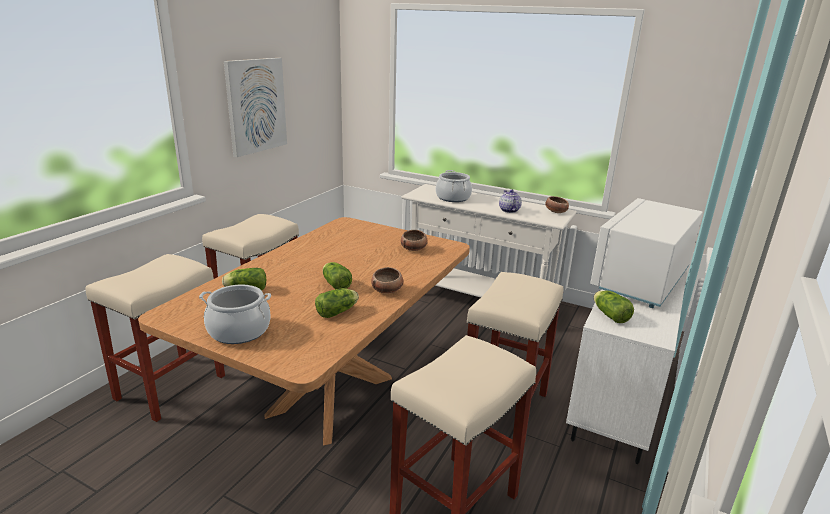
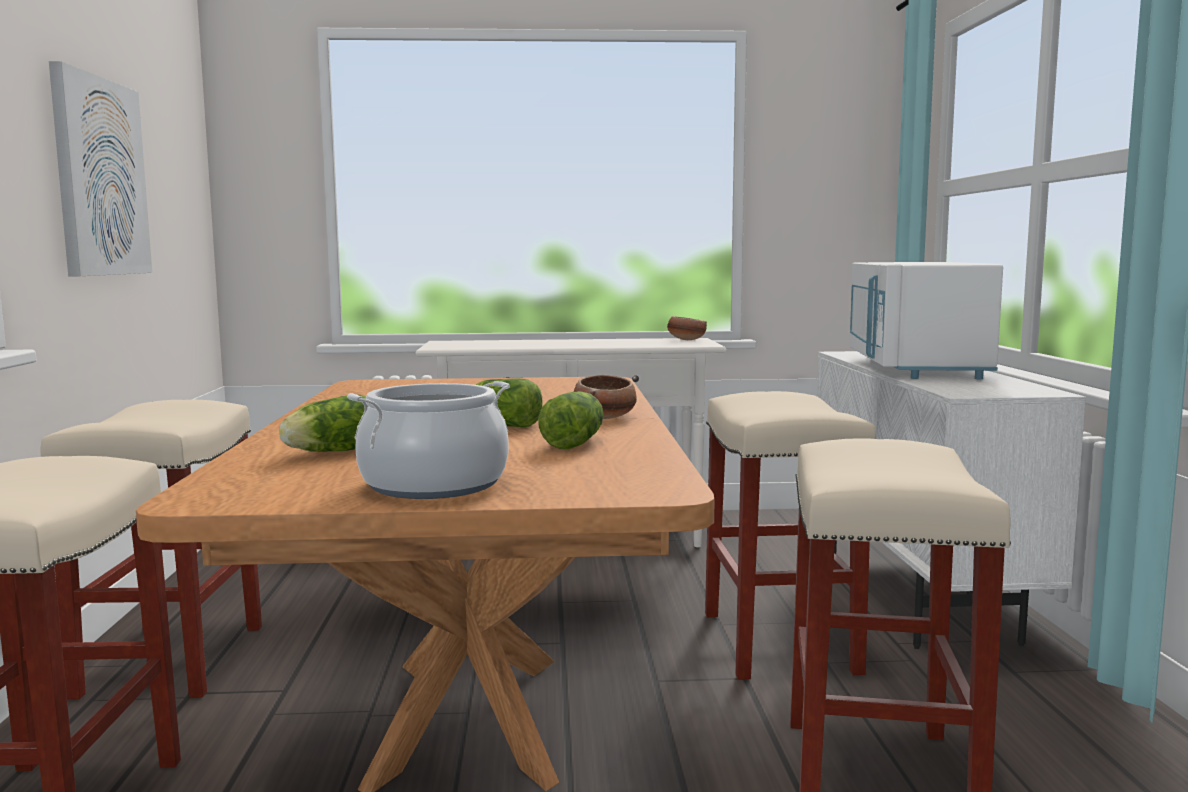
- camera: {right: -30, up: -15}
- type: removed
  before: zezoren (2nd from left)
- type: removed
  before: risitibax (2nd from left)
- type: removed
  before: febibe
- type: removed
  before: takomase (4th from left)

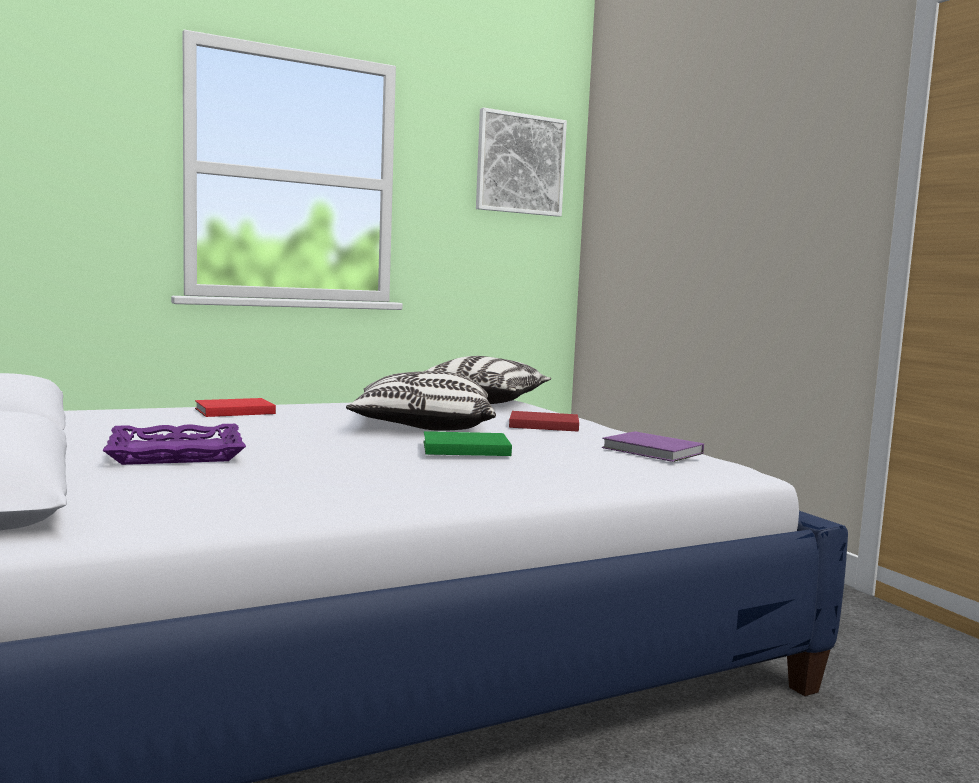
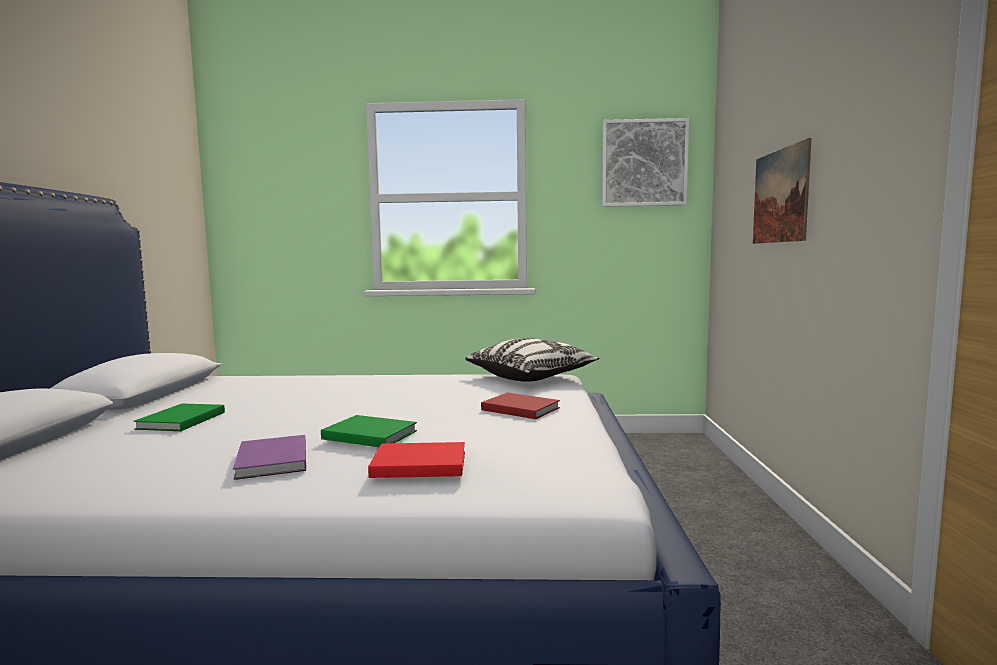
- camera: {right: 30, up: 0}
- type: replaced
  before: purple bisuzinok
  after: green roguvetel (1st from left)
- type: moved
  before: purple roguvetel
- type: moved
  before: red roguvetel (1st from left)
- type: added
  after: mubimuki (2nd from left)
- type: removed
  before: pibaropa (1st from left)

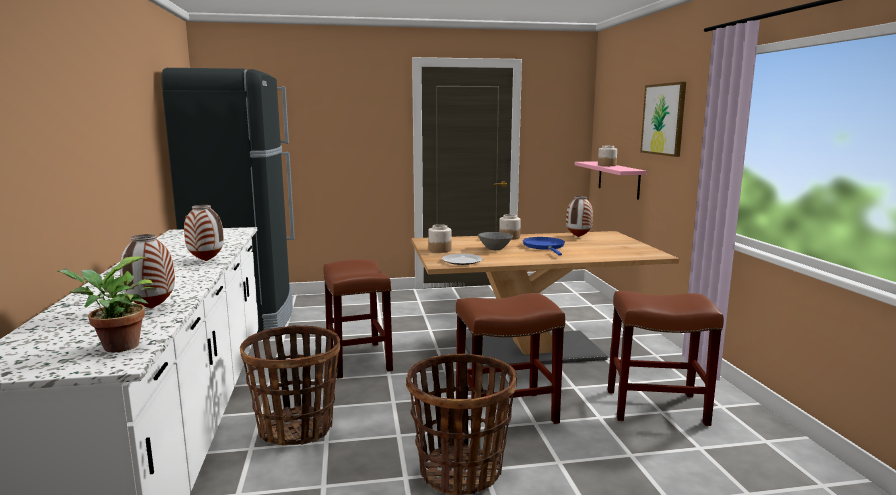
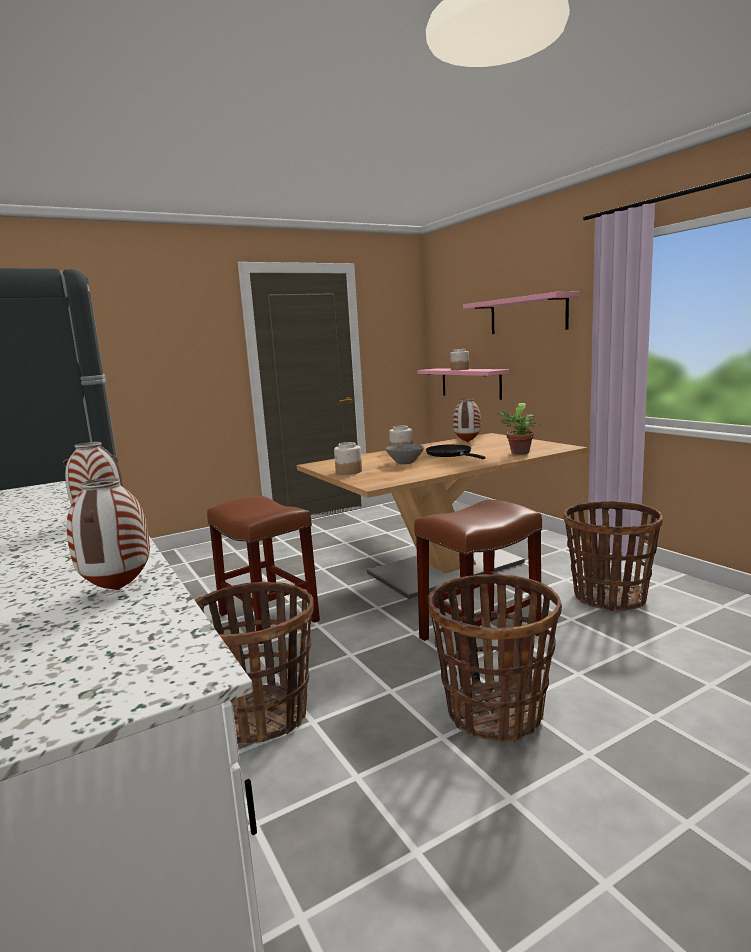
- camera: {right: -20, up: 0}
- type: recoloured
  before: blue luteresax
  after: black luteresax
- type: replaced
  before: mubimuki
  after: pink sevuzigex (2nd from left)
- type: moved
  before: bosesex
- type: replaced
  before: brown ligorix (3rd from left)
  after: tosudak (3rd from left)
- type: removed
  before: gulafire

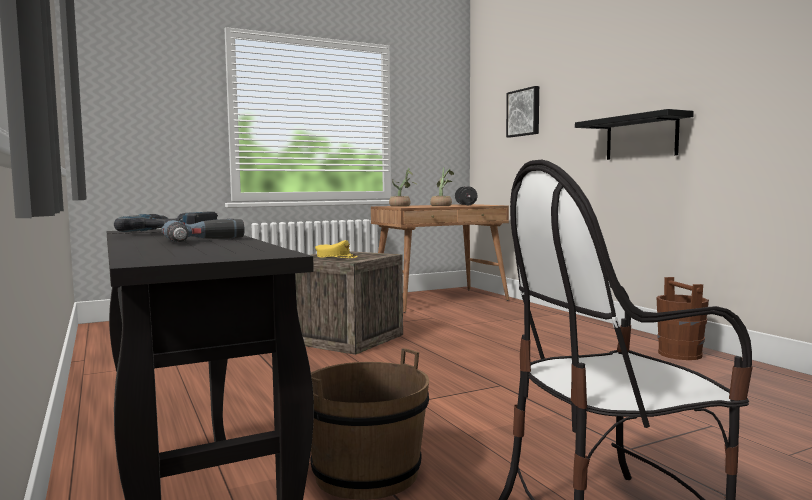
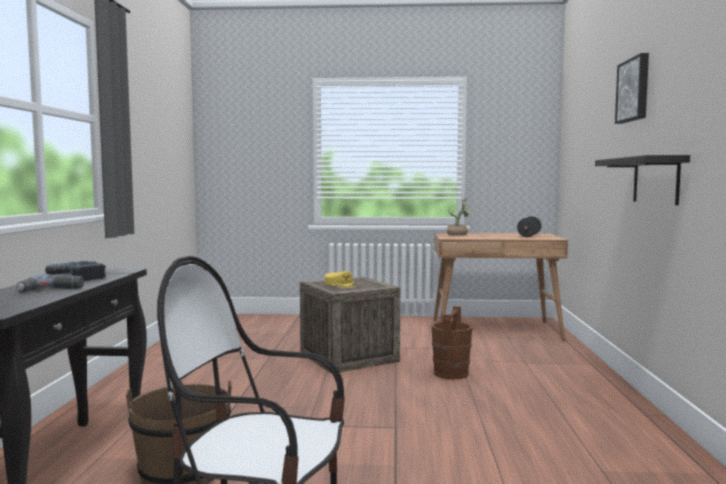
- camera: {right: 30, up: 0}
- type: moved
  before: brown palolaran (2nd from left)
- type: moved
  before: mubimuki
- type: removed
  before: bosesex (2nd from left)

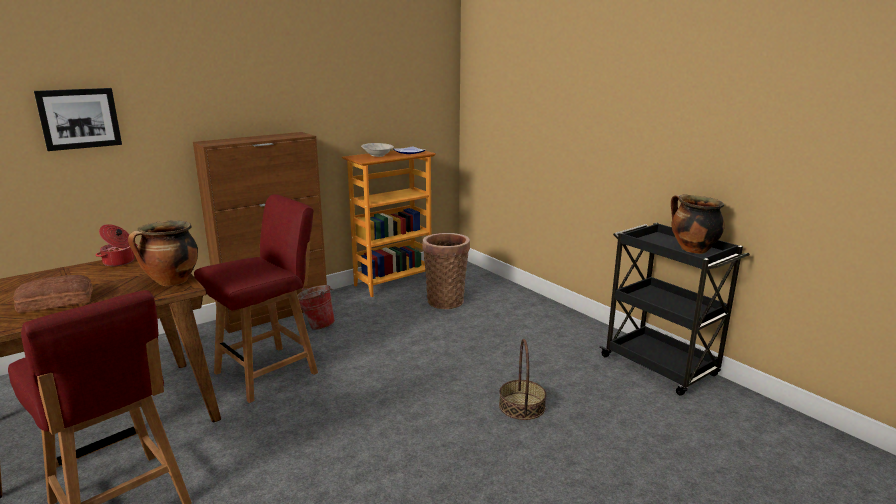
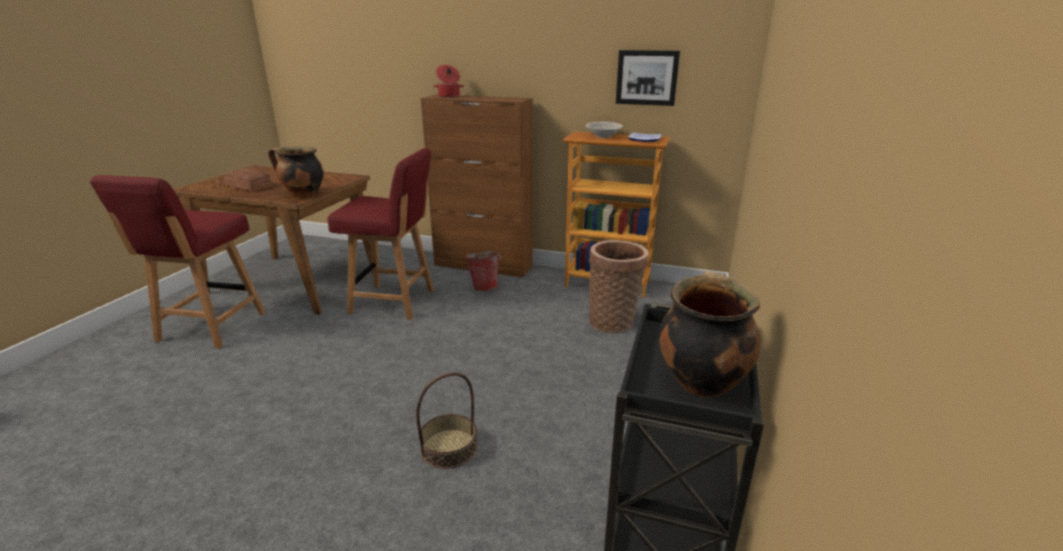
- camera: {right: 55, up: 5}
- type: moved
  before: risitibax (1st from left in the first image)
  after: risitibax (2nd from left)
- type: moved
  before: mubimuki

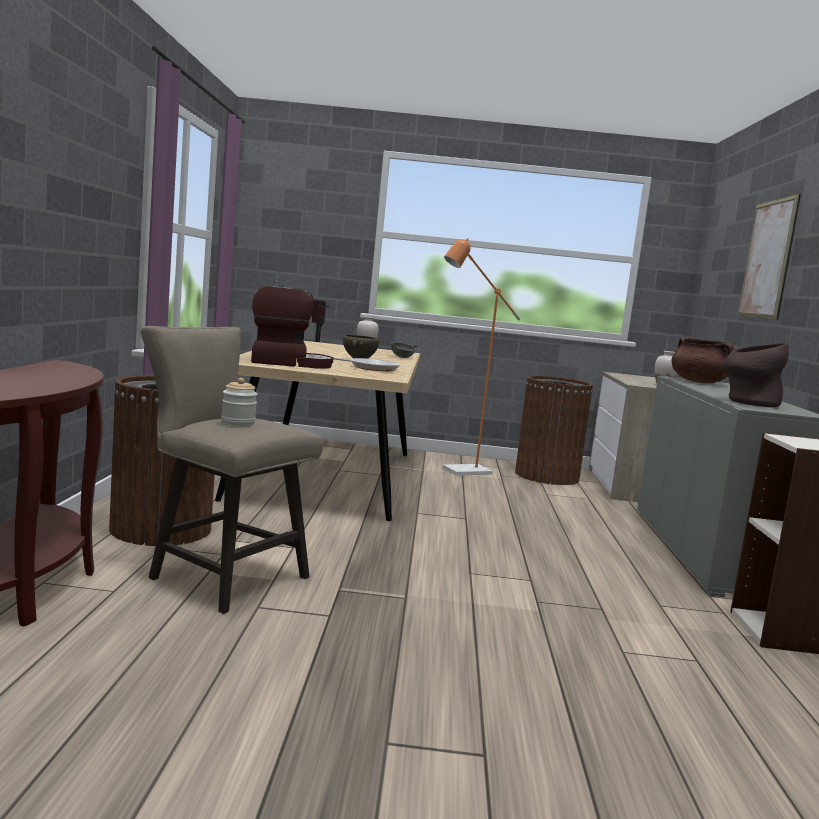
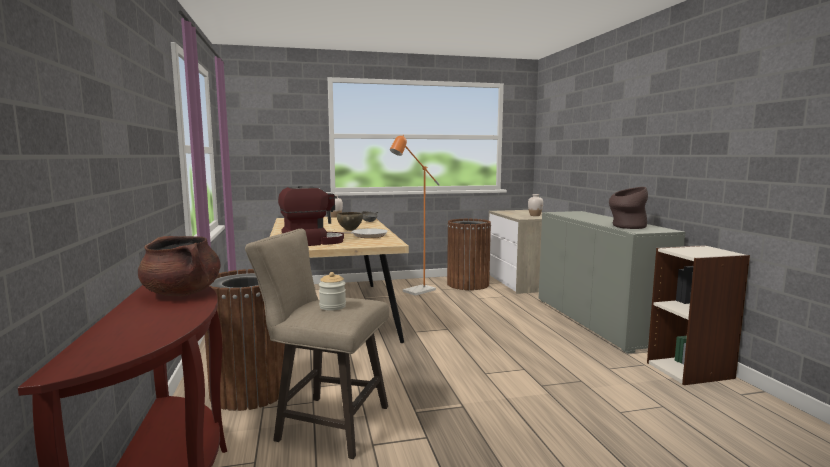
- camera: {right: -15, up: 0}
- type: moved
  before: brown risitibax
- type: removed
  before: mubimuki

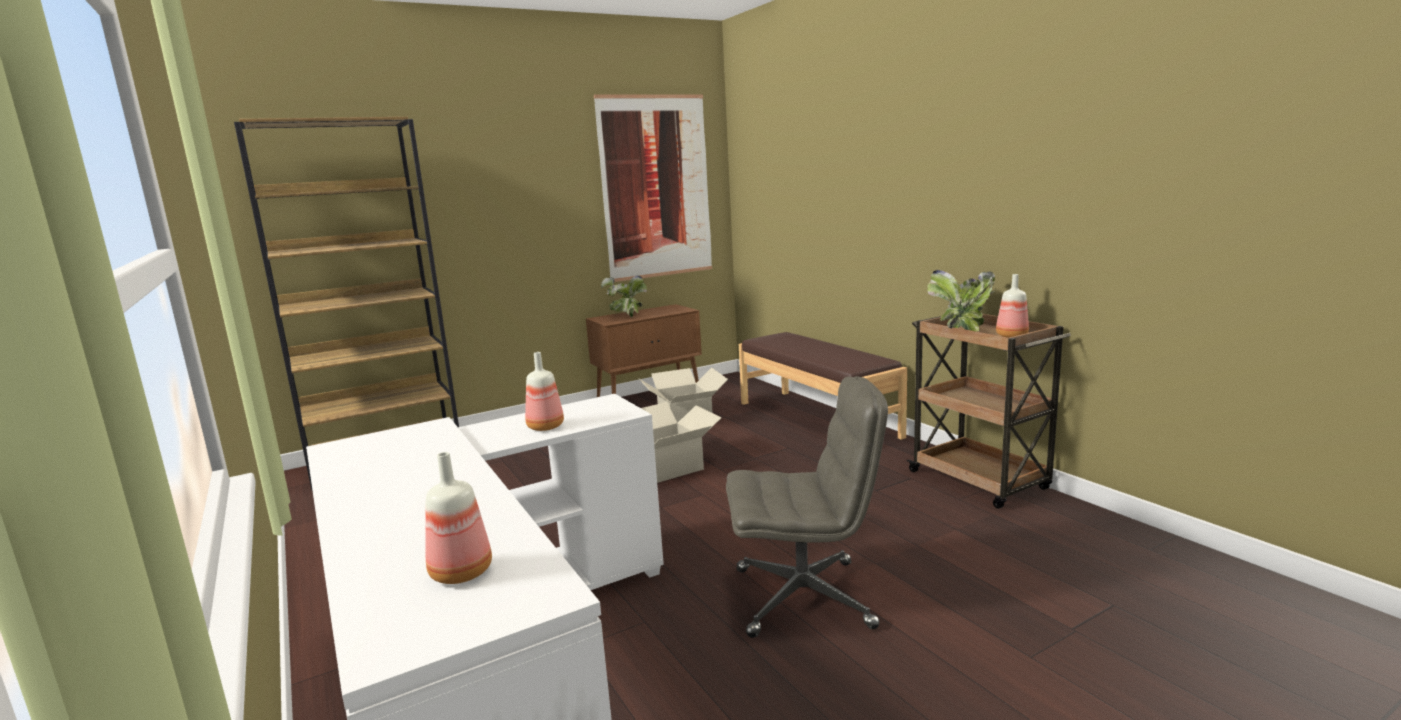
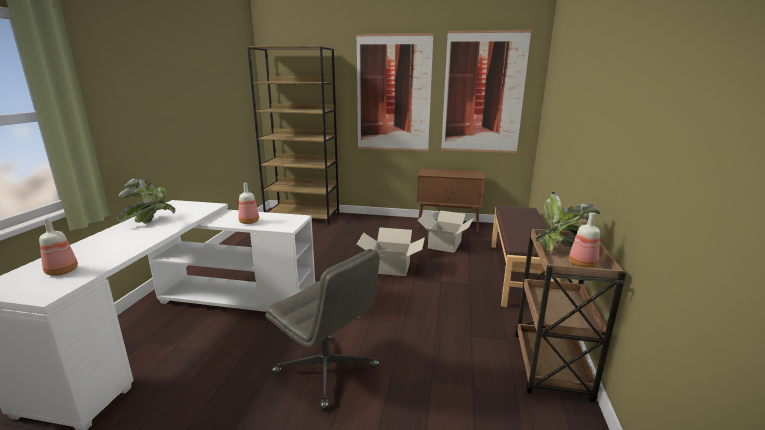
- camera: {right: 40, up: 5}
- type: moved
  before: bosesex (1st from left)
- type: added
  after: mubimuki (1st from left)

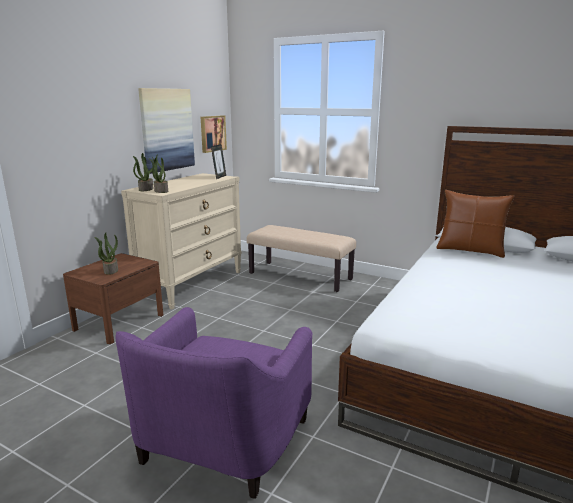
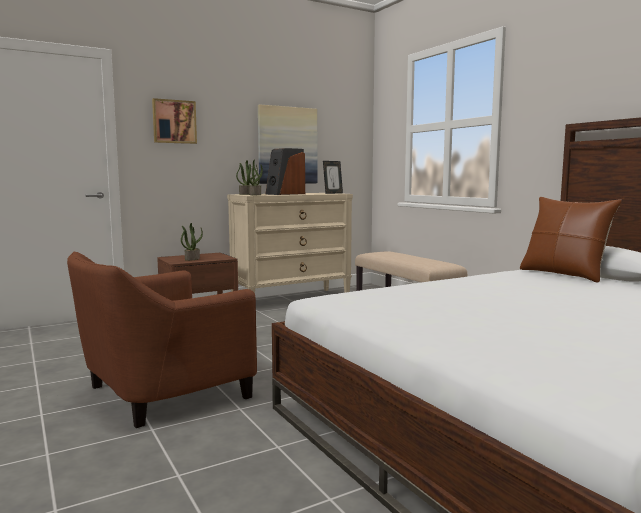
- camera: {right: 30, up: -10}
- type: recoloured
  before: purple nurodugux
  after: brown nurodugux
- type: moved
  before: mubimuki (2nd from left in the first image)
  after: mubimuki (1st from left)
- type: added
  after: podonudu

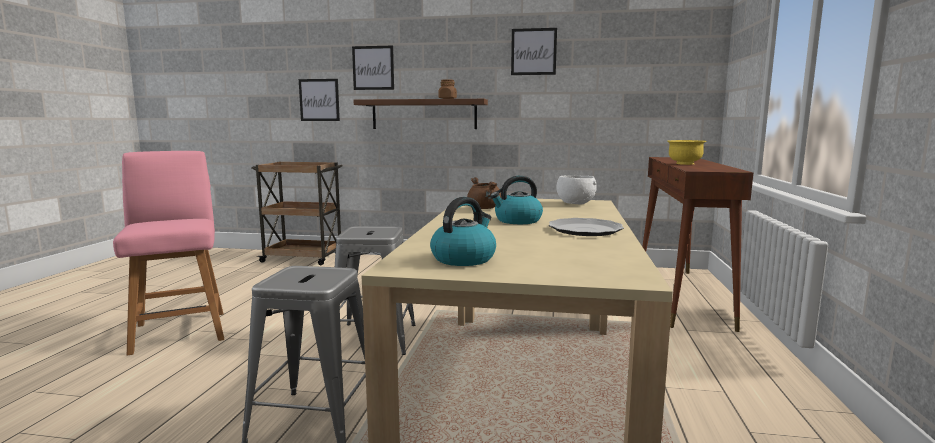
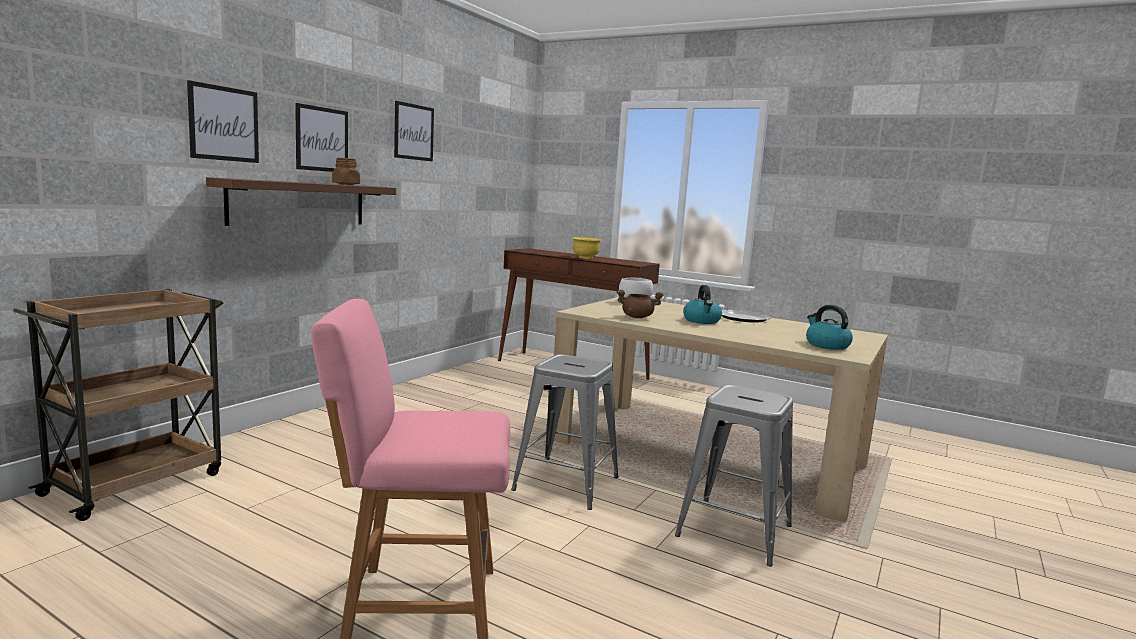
- camera: {right: -70, up: 0}
- type: moved
  before: mubimuki (1st from left in the first image)
  after: mubimuki (2nd from left)

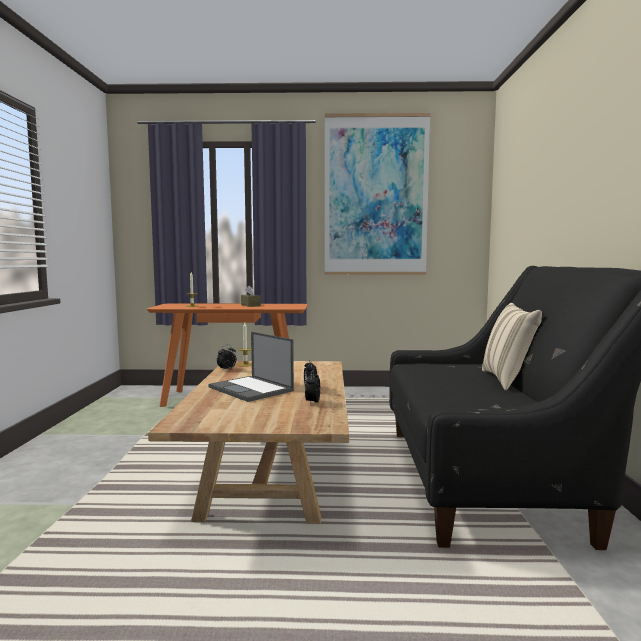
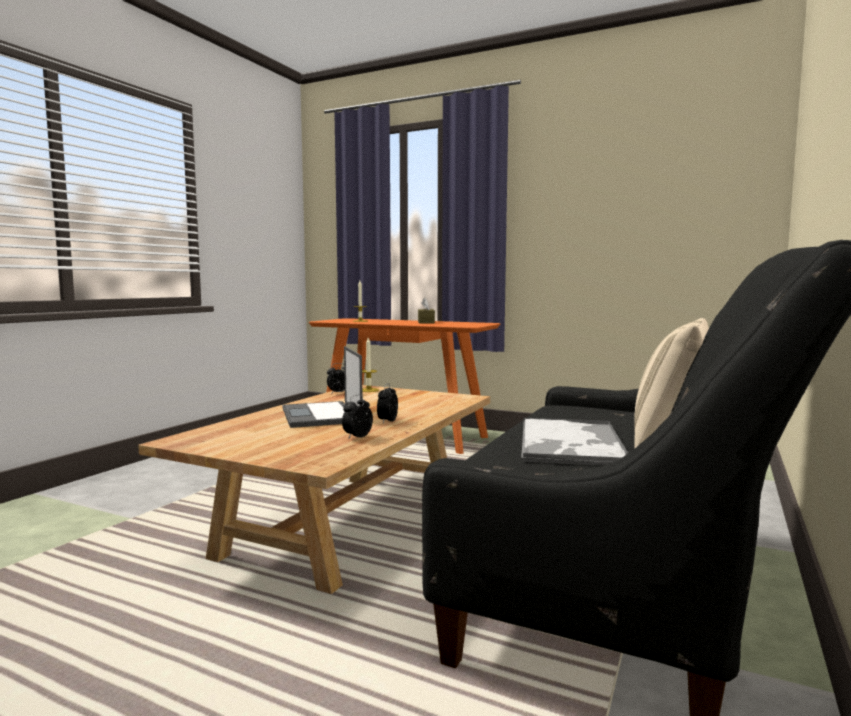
- camera: {right: 25, up: 0}
- type: added
  after: bisuzinok
- type: removed
  before: mubimuki

